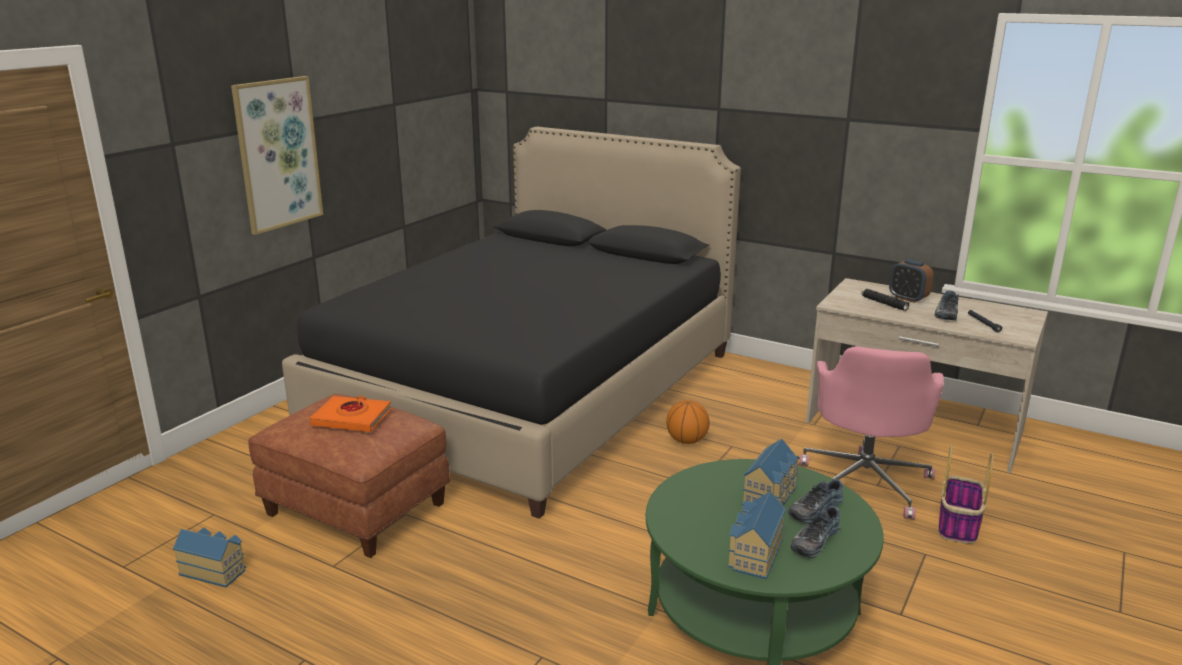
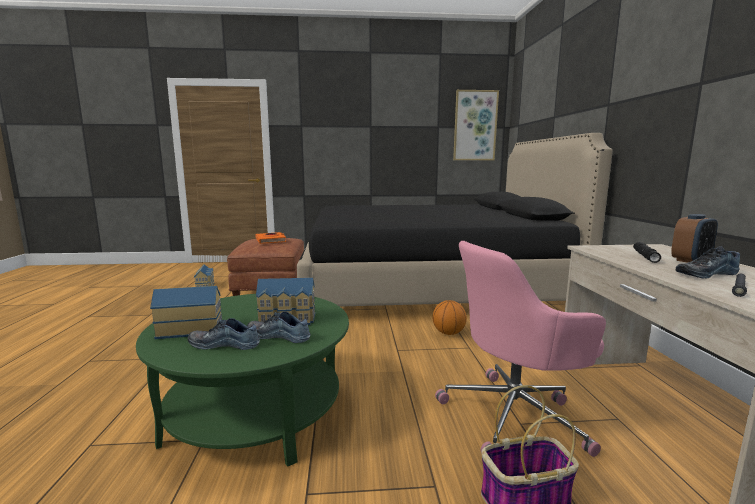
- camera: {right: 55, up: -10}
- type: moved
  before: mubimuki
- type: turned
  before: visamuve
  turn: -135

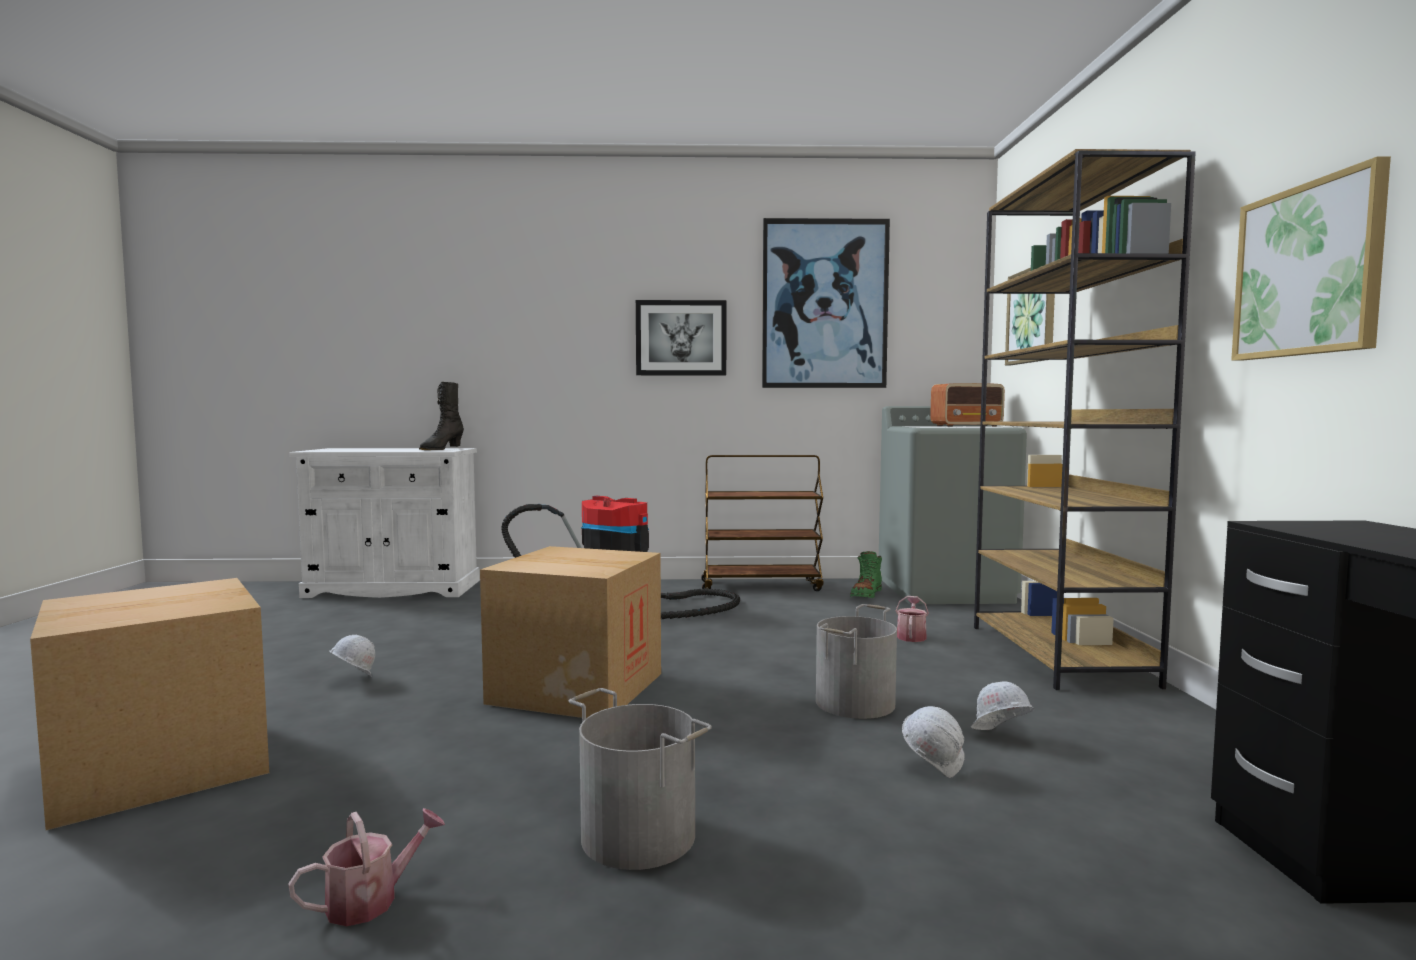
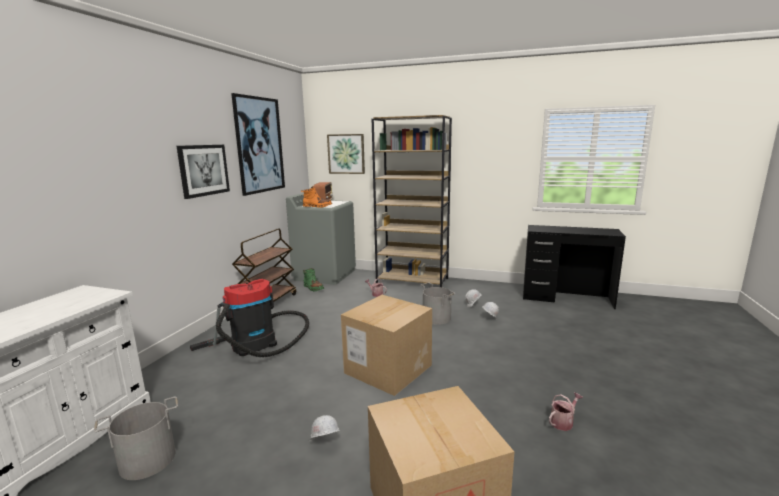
- camera: {right: -70, up: 10}
- type: moved
  before: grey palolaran (1st from left)
- type: added
  after: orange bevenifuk
- type: turned
  before: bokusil (1st from left in the first image)
  turn: 75
- type: removed
  before: black bevenifuk
- type: removed
  before: mubimuki (4th from left)

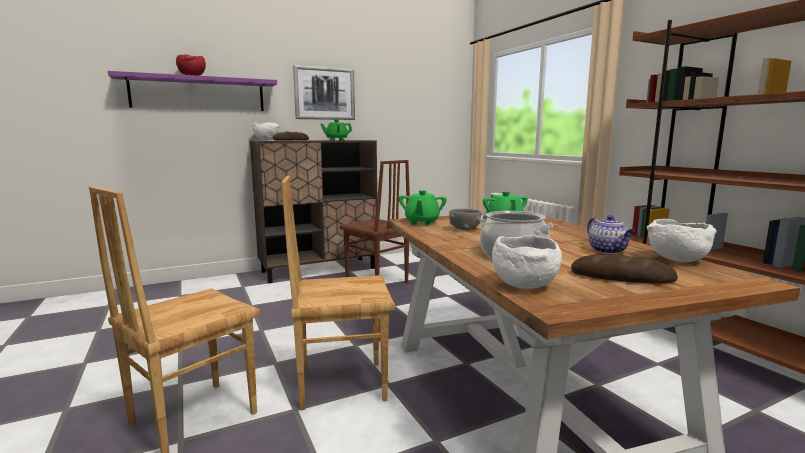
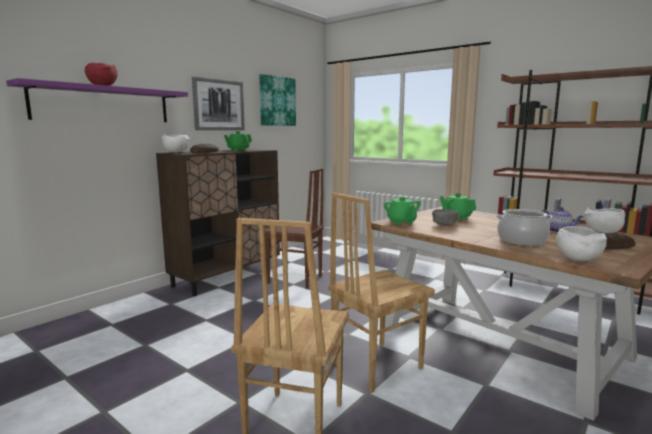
- camera: {right: -25, up: 0}
- type: added
  after: mubimuki (2nd from left)

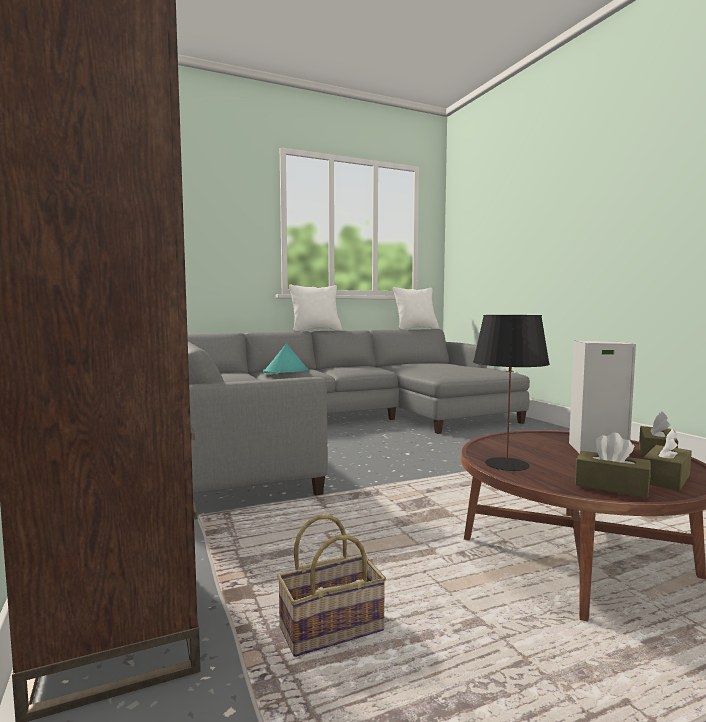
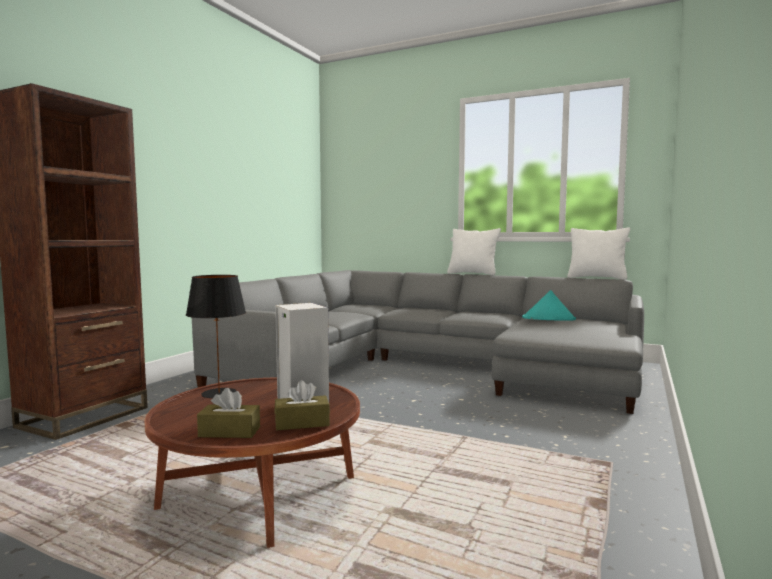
- camera: {right: 50, up: 0}
- type: moved
  before: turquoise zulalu
- type: removed
  before: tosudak
- type: removed
  before: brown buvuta (1st from left)

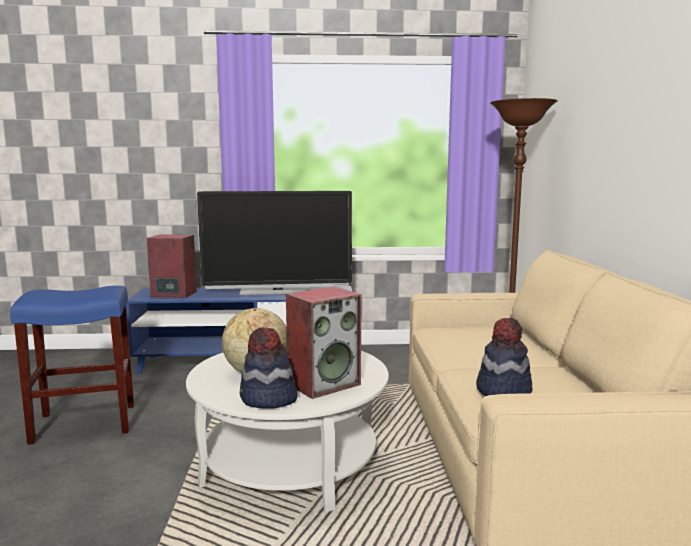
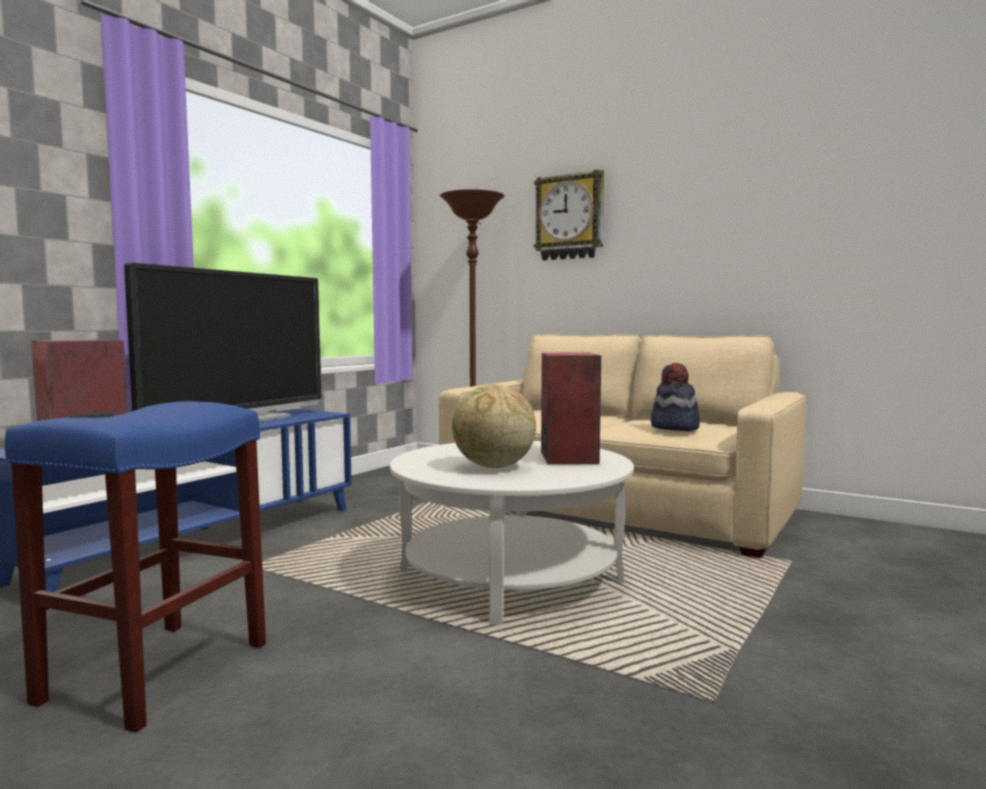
- camera: {right: -55, up: -5}
- type: added
  after: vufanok
- type: removed
  before: zulalu (1st from left)

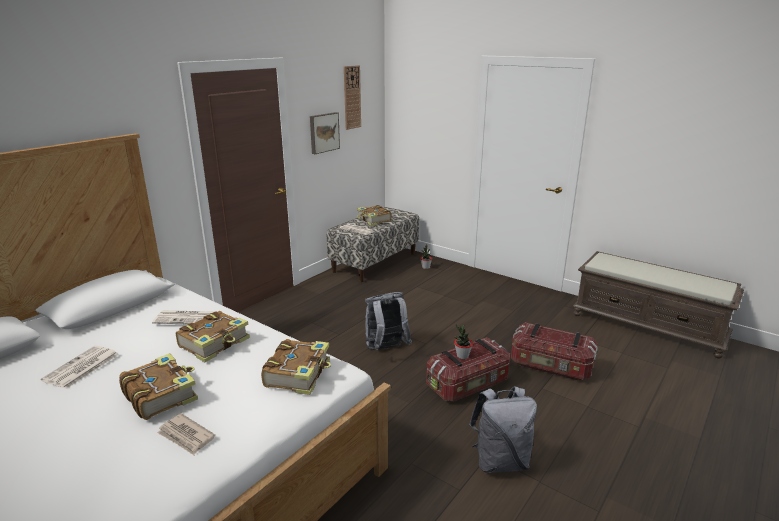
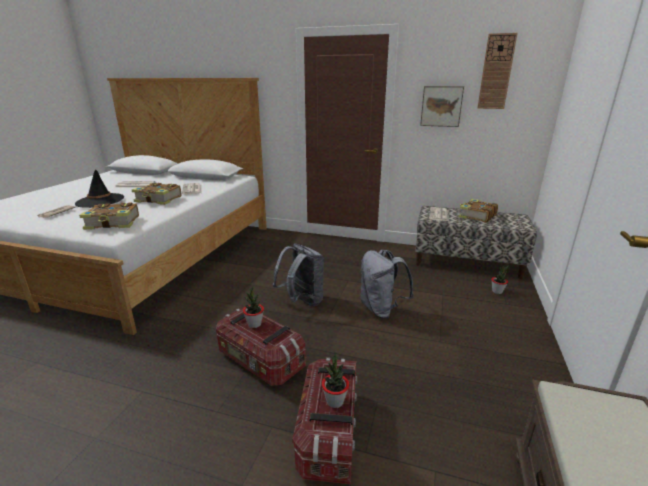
- camera: {right: 70, up: 0}
- type: replaced
  before: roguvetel (1st from left)
  after: black zulalu
- type: added
  after: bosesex (2nd from left)
- type: moved
  before: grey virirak (2nd from left)

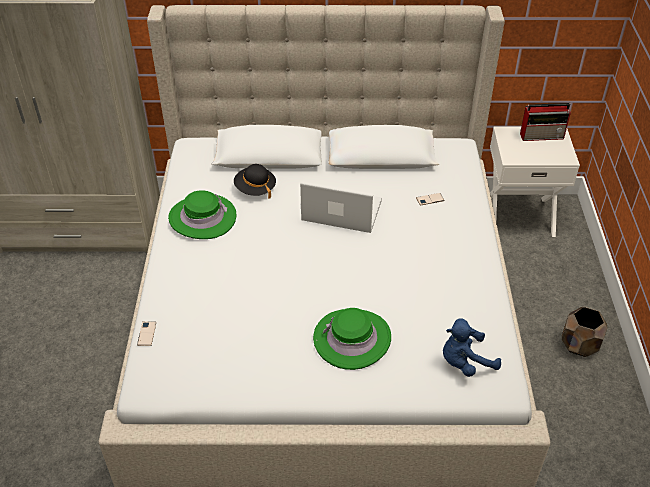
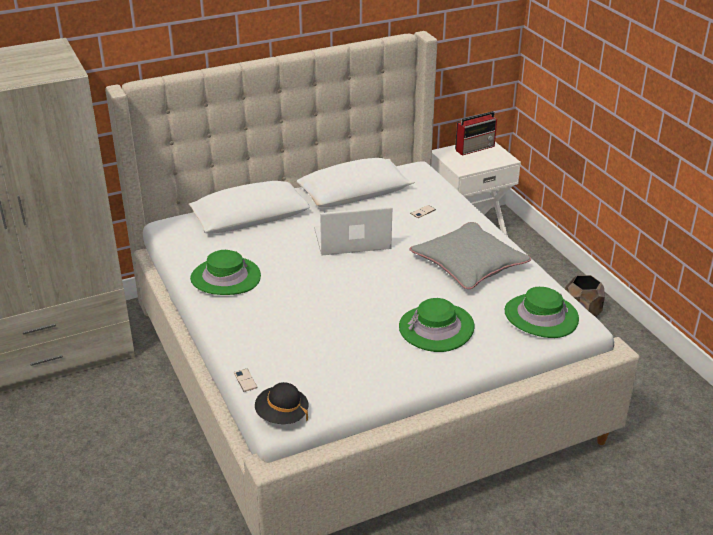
- camera: {right: -25, up: -10}
- type: moved
  before: black zulalu
- type: added
  after: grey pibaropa
- type: replaced
  before: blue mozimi
  after: green zulalu (3rd from left)

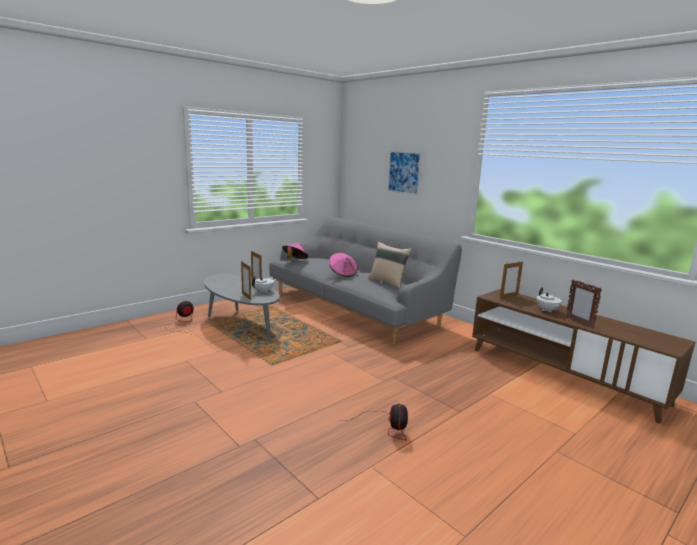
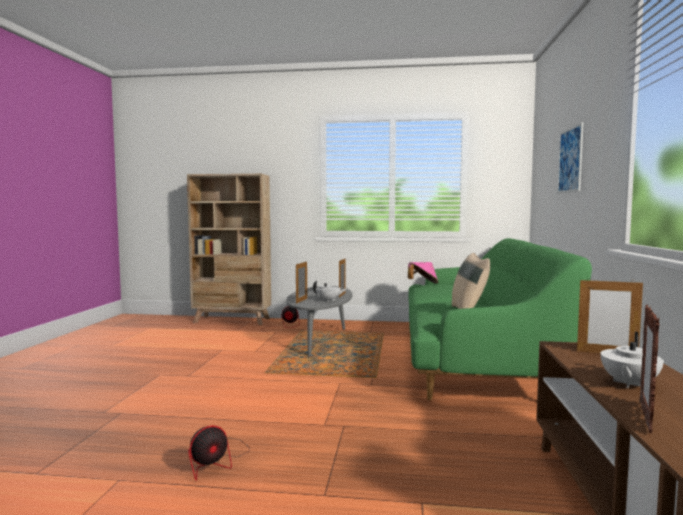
- camera: {right: 50, up: -10}
- type: added
  after: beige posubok
- type: recoloured
  before: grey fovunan
  after: green fovunan
- type: removed
  before: pink zulalu (2nd from left)

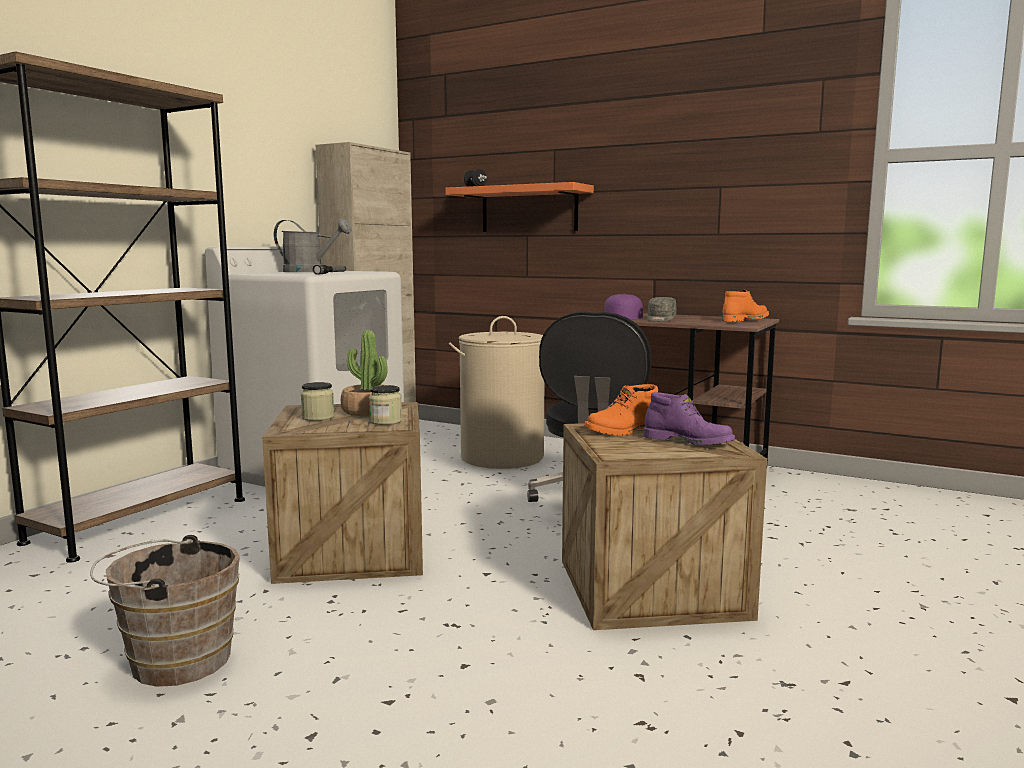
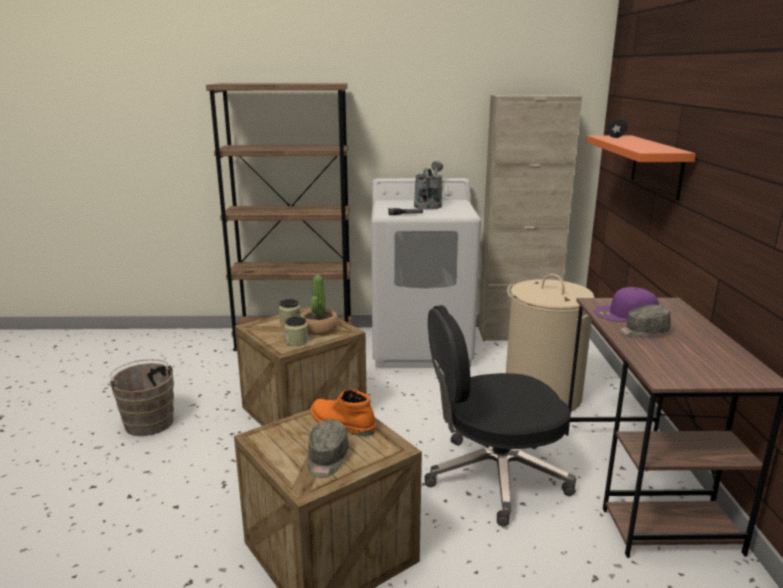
- camera: {right: 60, up: 10}
- type: replaced
  before: purple bevenifuk
  after: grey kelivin (1st from left)
- type: turned
  before: grey bokusil
  turn: -150
- type: removed
  before: orange bevenifuk (2nd from left)

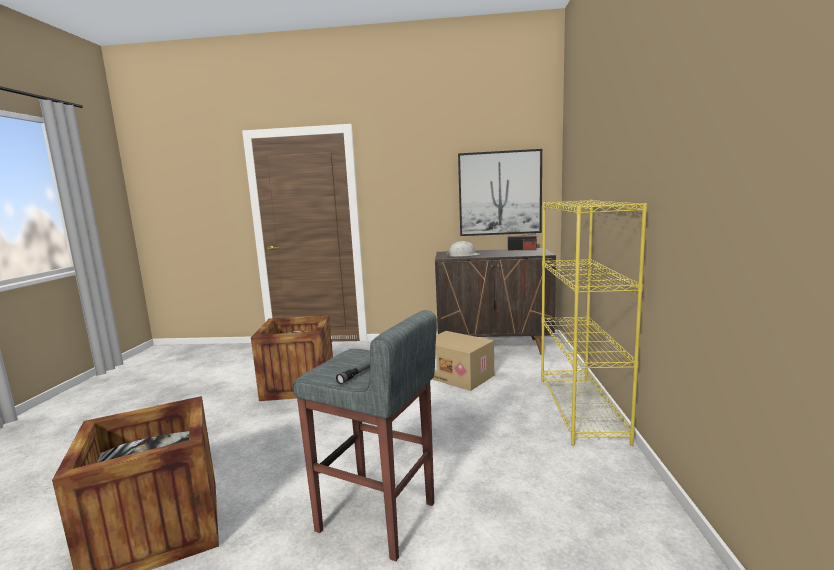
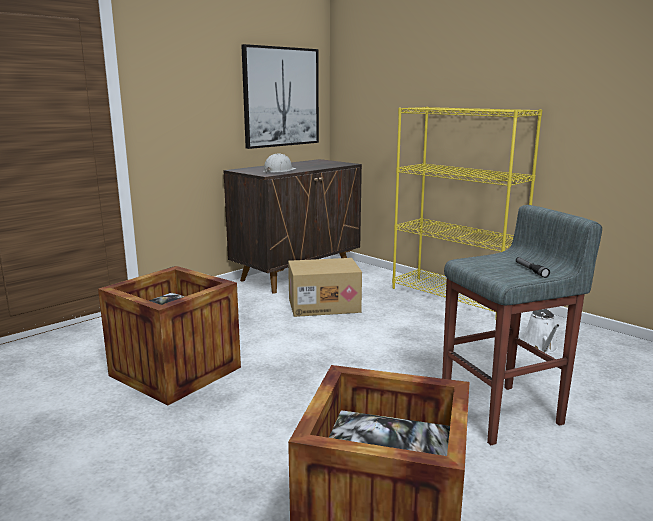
- camera: {right: -50, up: 5}
- type: added
  after: white bokusil
- type: removed
  before: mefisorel

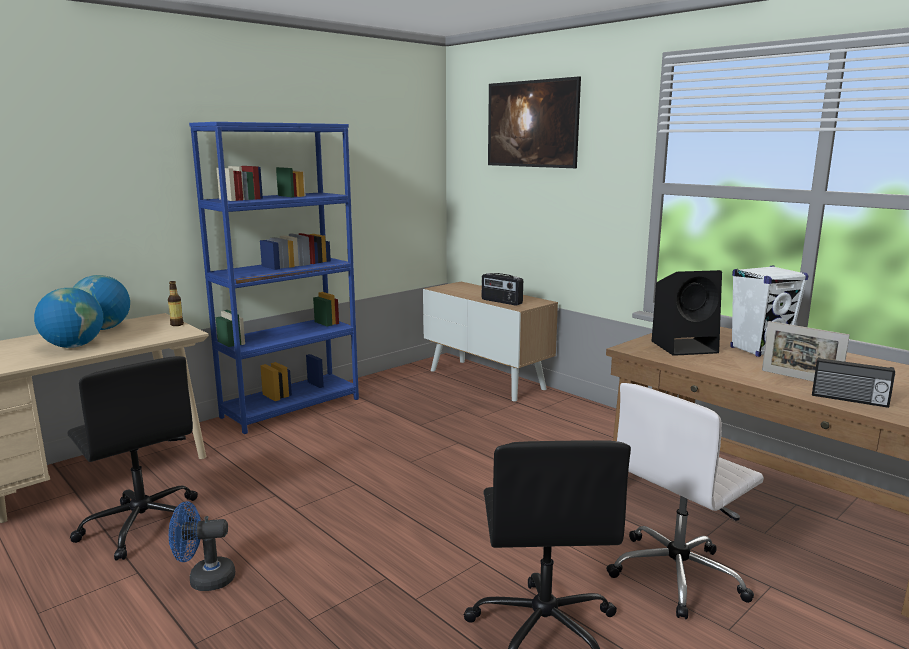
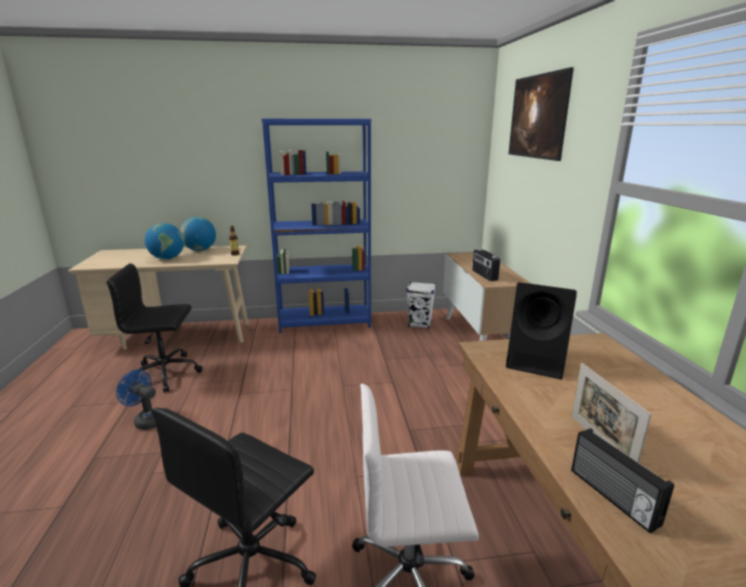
- camera: {right: 35, up: 5}
- type: turned
  before: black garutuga (1st from left)
  turn: 90
- type: moved
  before: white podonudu

